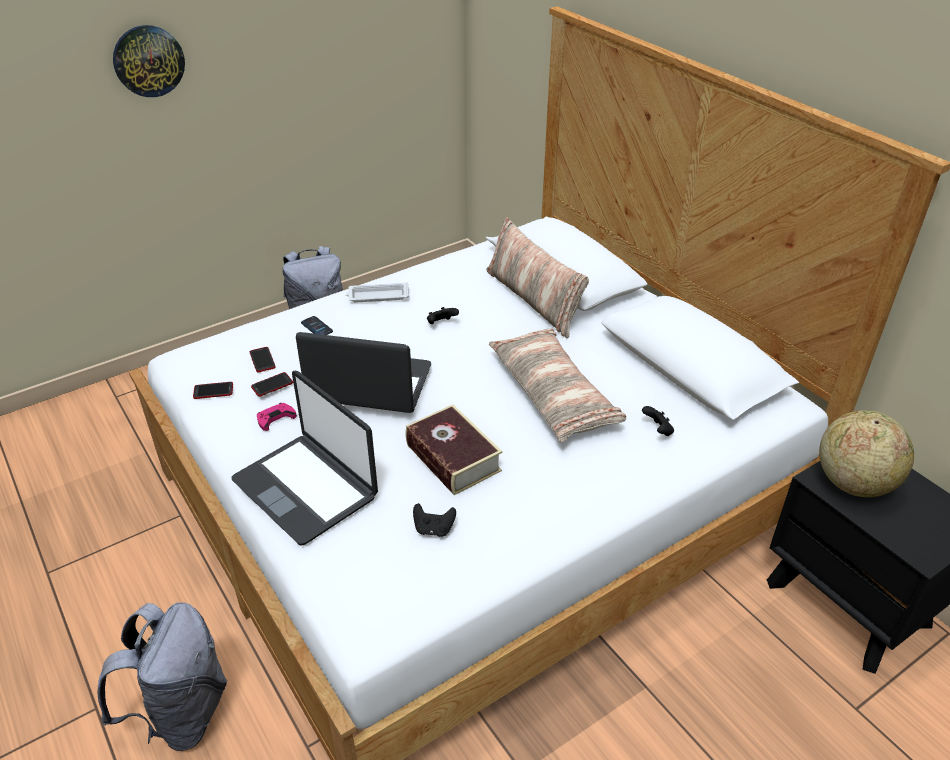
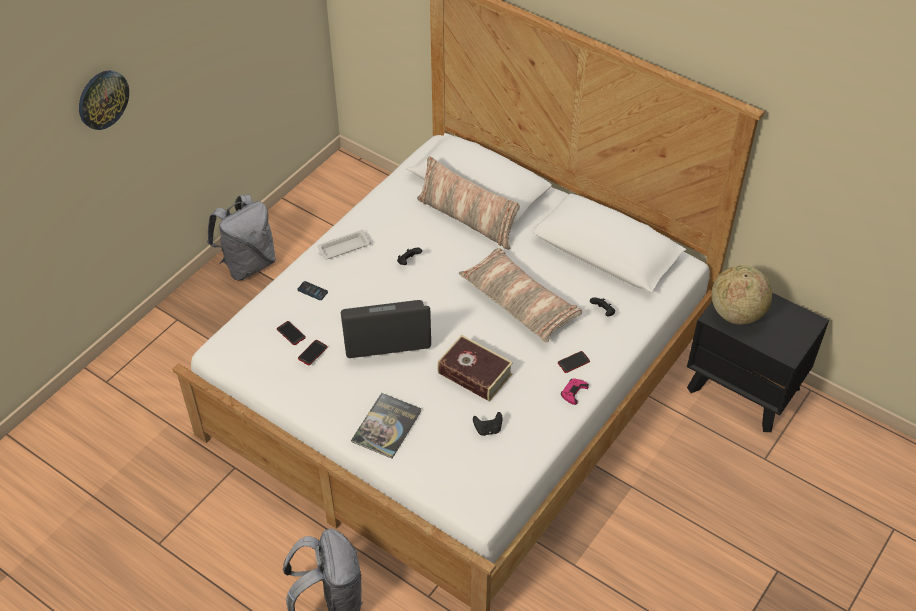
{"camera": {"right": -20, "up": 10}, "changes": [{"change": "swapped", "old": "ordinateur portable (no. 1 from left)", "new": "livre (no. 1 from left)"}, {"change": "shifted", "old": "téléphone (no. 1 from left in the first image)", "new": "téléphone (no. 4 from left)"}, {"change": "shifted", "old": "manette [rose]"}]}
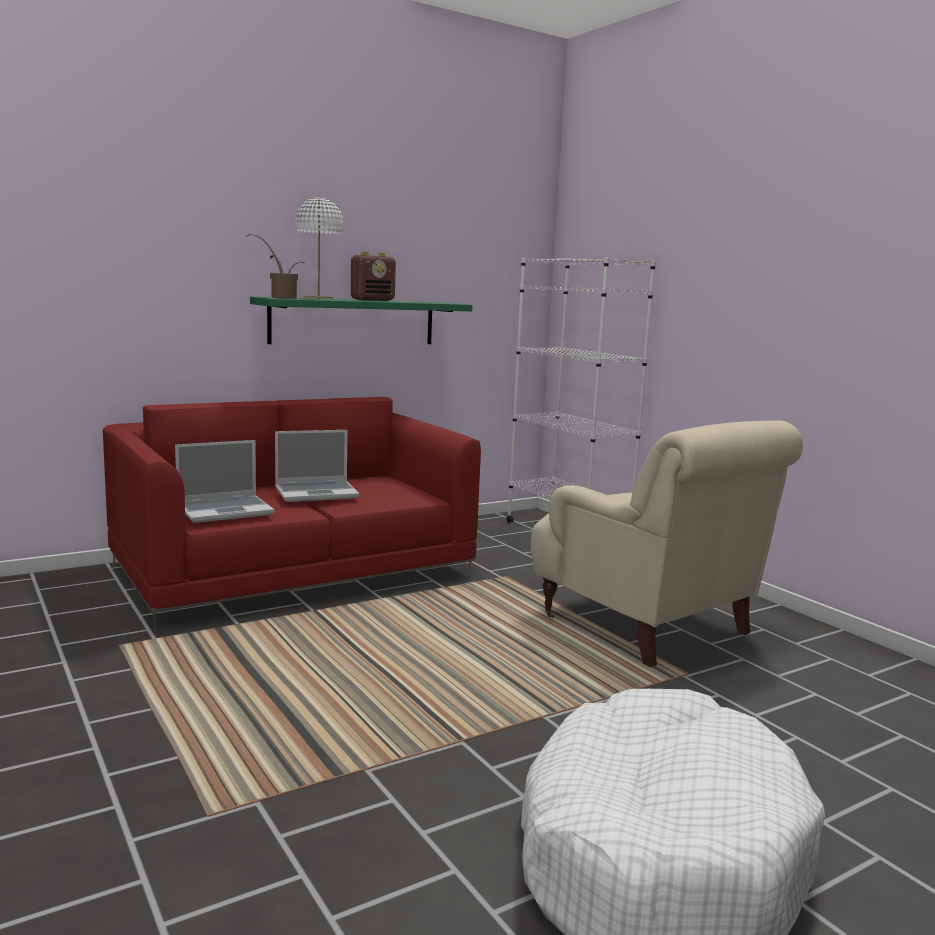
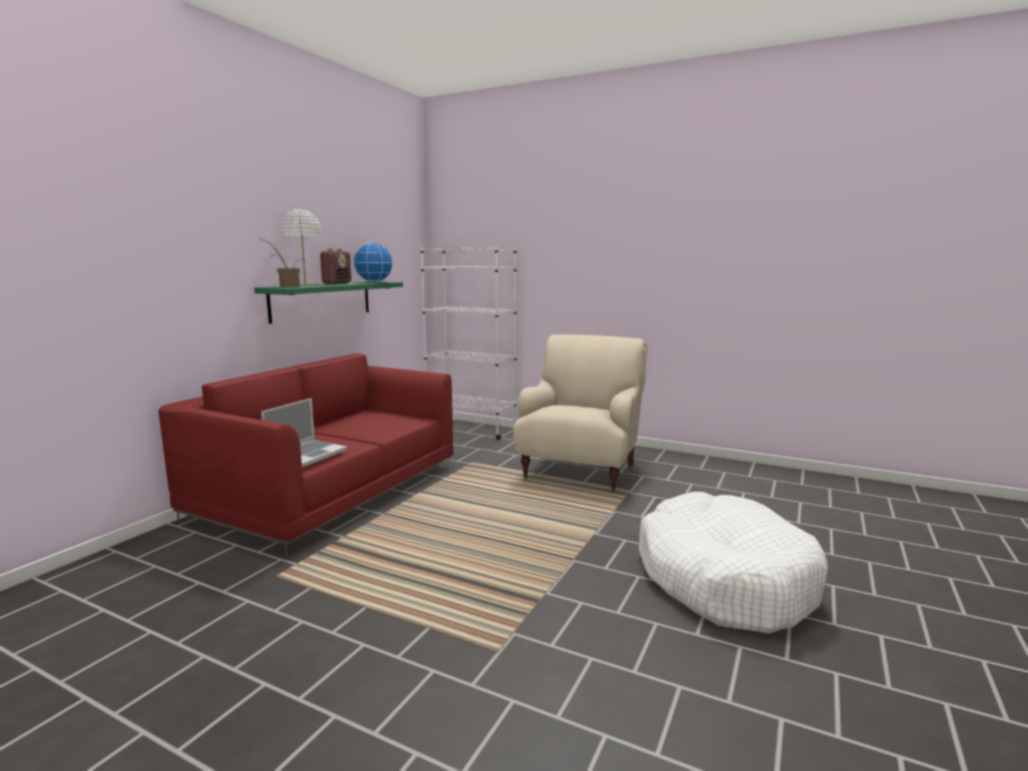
{"camera": {"right": -30, "up": 0}, "changes": [{"change": "rotated", "old": "fauteuil [beige]", "degrees": -90}, {"change": "gone", "old": "ordinateur portable (no. 2 from left)"}, {"change": "new", "new": "globe"}]}
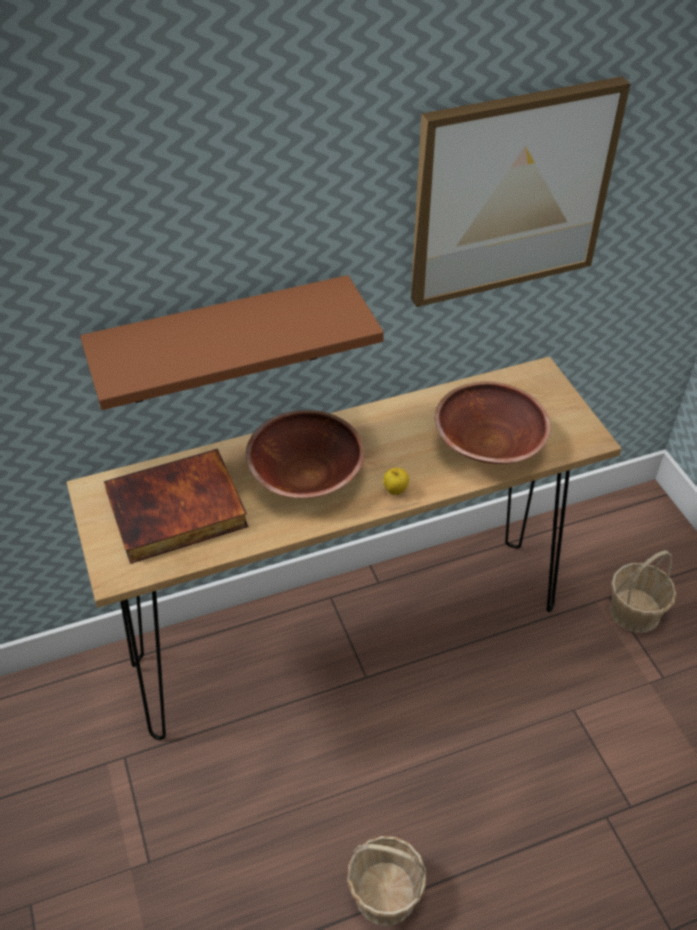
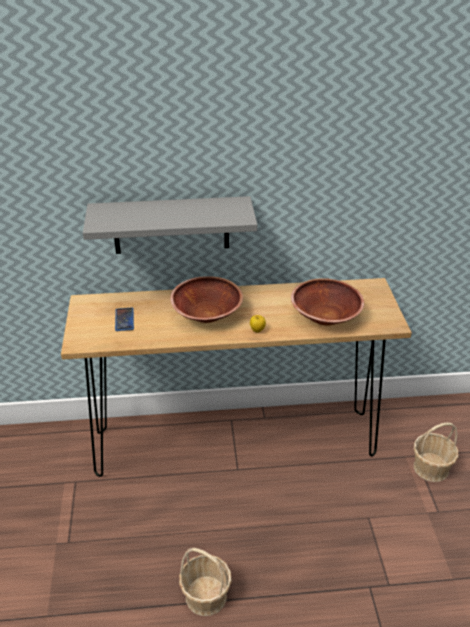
{"camera": {"right": 15, "up": -10}, "changes": [{"change": "gone", "old": "tableau"}, {"change": "repainted", "old": "étagère [marron]", "new": "étagère [gris]"}, {"change": "swapped", "old": "livre", "new": "téléphone"}]}
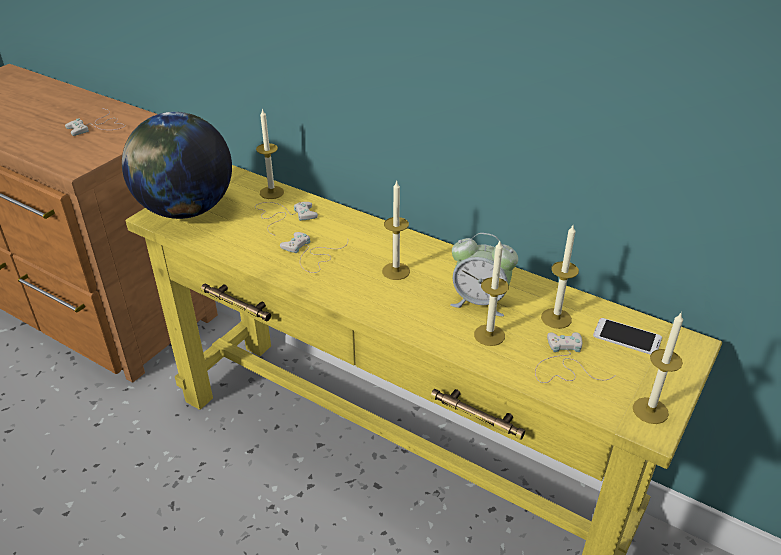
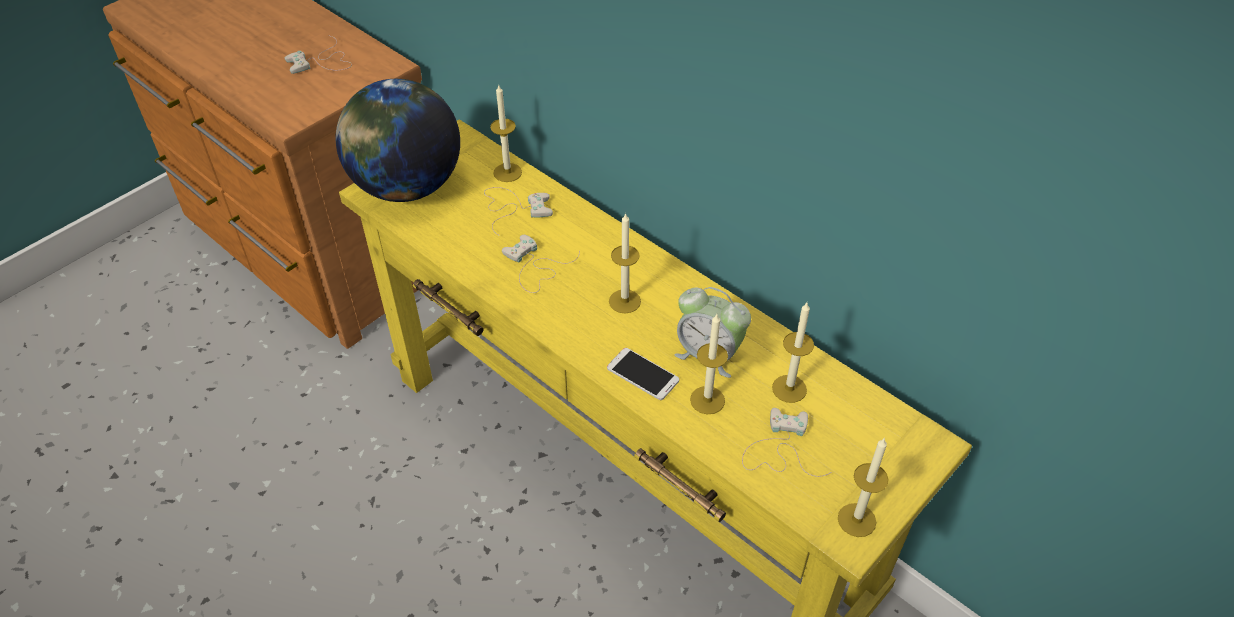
{"camera": {"right": 10, "up": 10}, "changes": [{"change": "shifted", "old": "téléphone"}]}
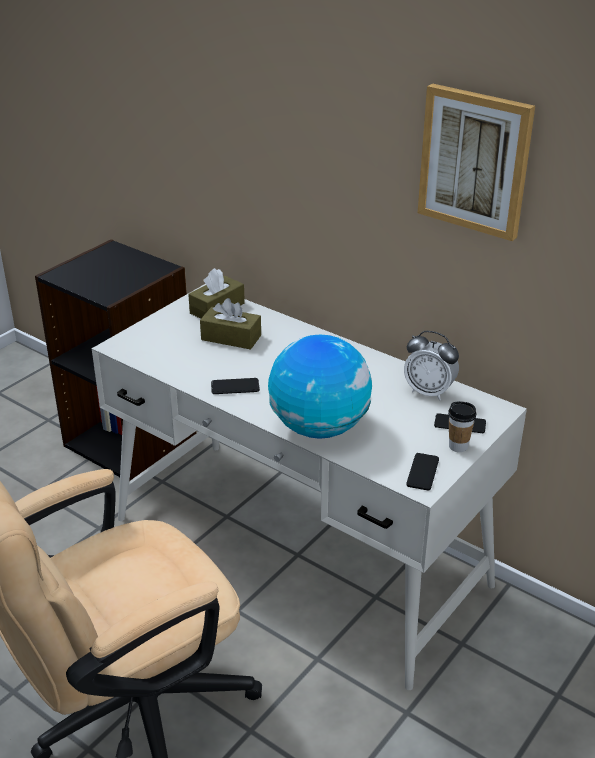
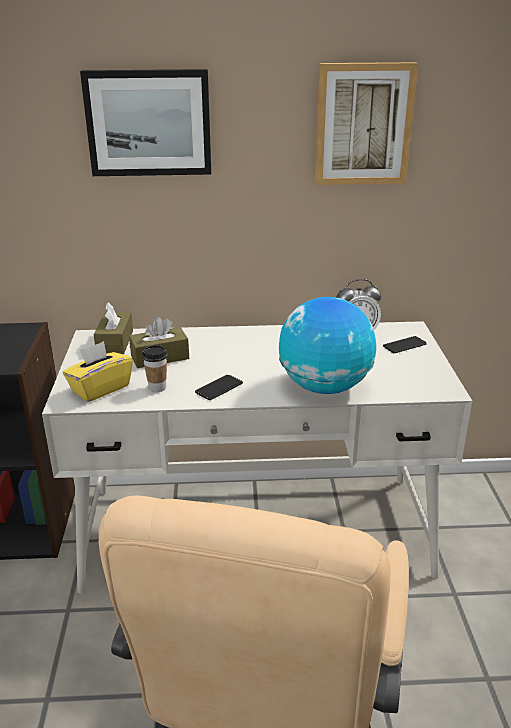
{"camera": {"right": -40, "up": -5}, "changes": [{"change": "shifted", "old": "tasse"}, {"change": "gone", "old": "téléphone (no. 2 from left)"}, {"change": "new", "new": "tableau (no. 1 from left)"}, {"change": "new", "new": "boîte à mouchoirs [jaune]"}]}
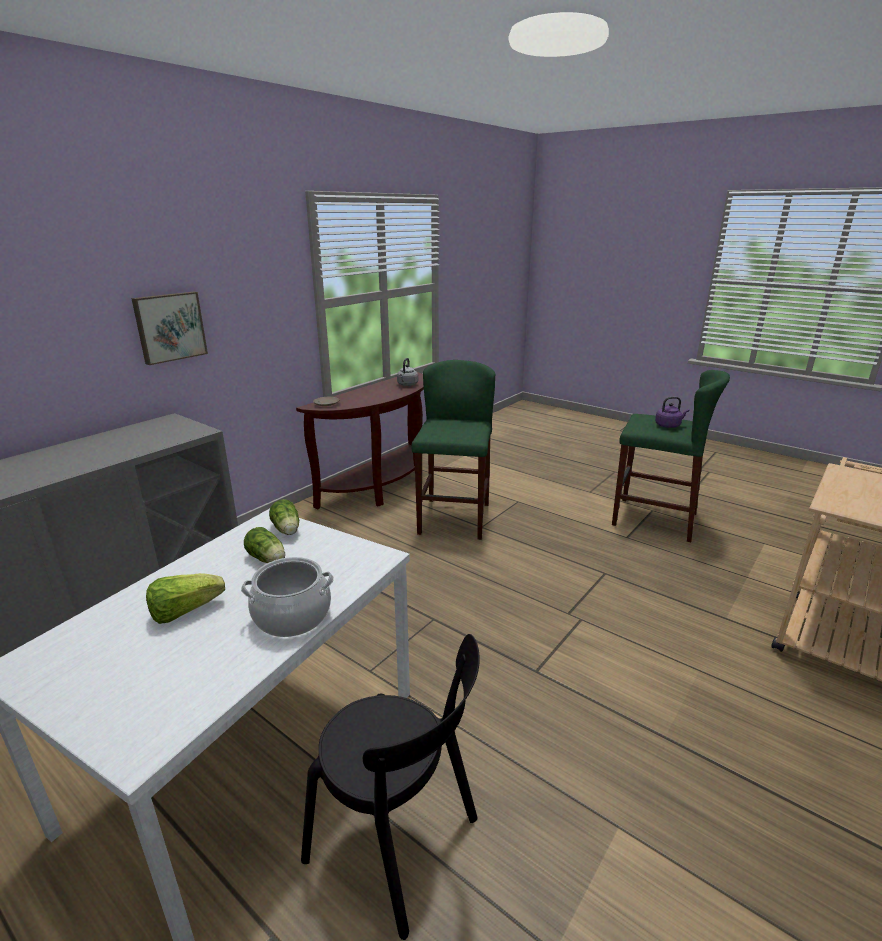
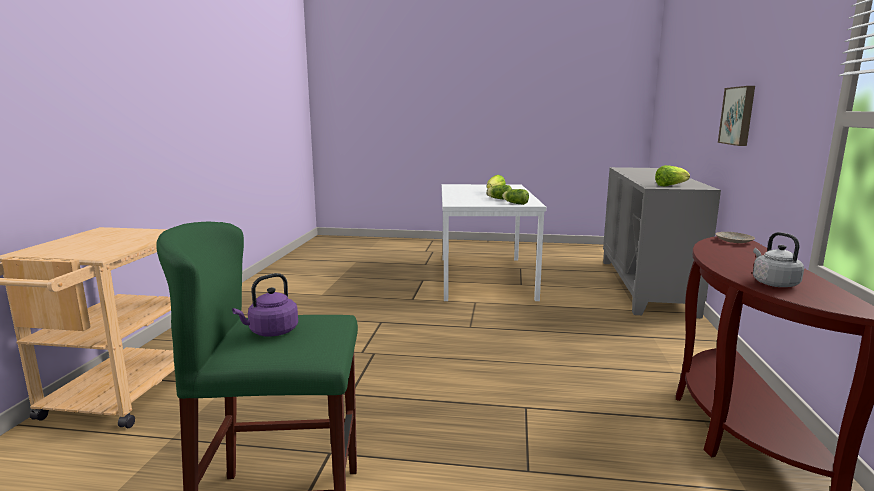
{"camera": {"right": 150, "up": -10}, "changes": [{"change": "gone", "old": "tabouret [vert] (no. 1 from left)"}, {"change": "gone", "old": "marmite"}, {"change": "gone", "old": "chaise [noir]"}, {"change": "new", "new": "laitue (no. 4 from left)"}]}
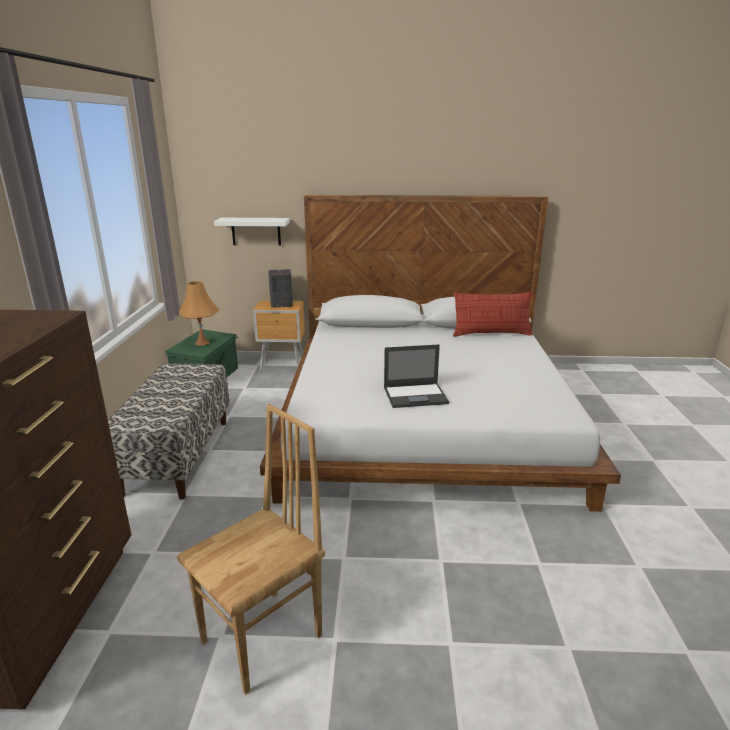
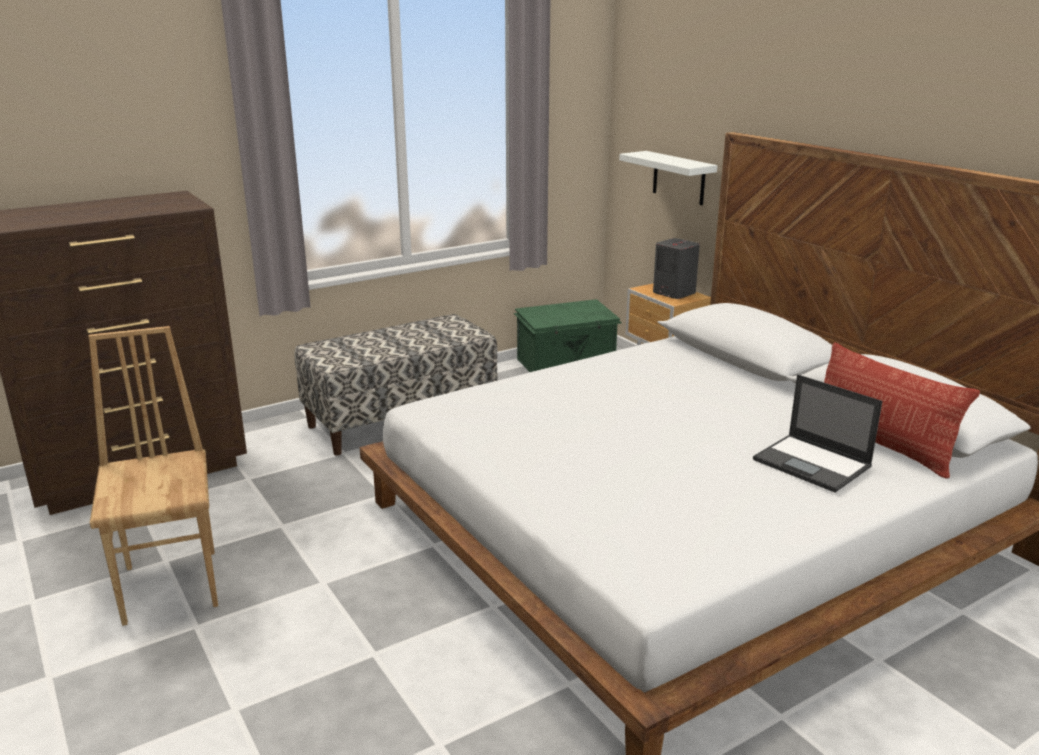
{"camera": {"right": 55, "up": 0}, "changes": [{"change": "gone", "old": "lampe de table [orange]"}, {"change": "shifted", "old": "ordinateur portable"}, {"change": "rotated", "old": "chaise [marron]", "degrees": -120}]}
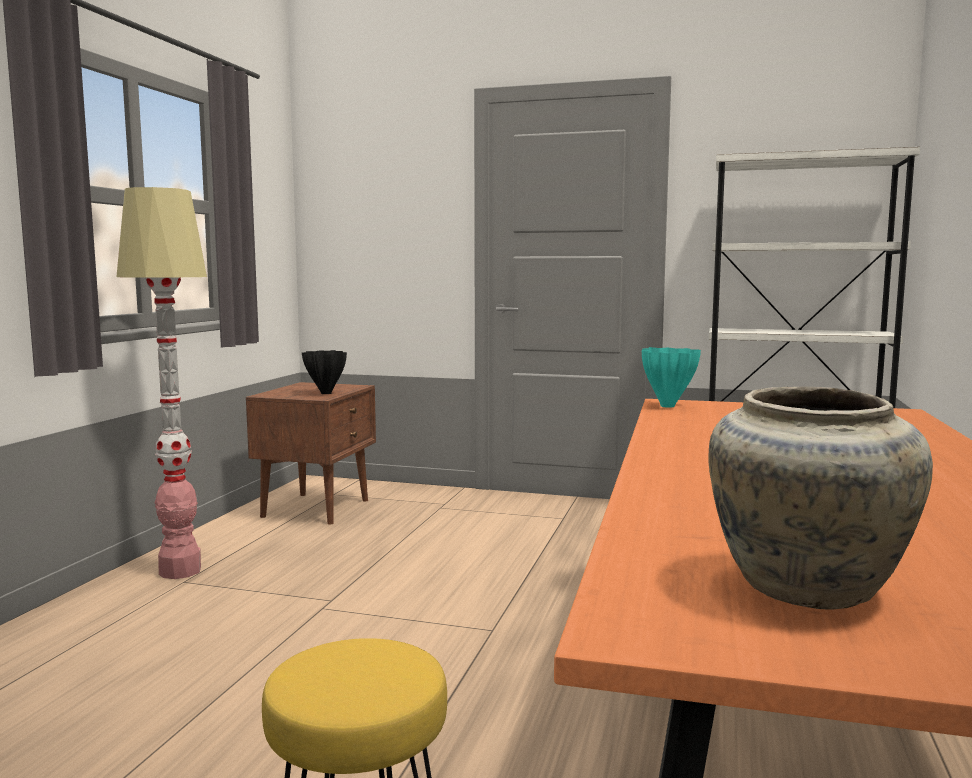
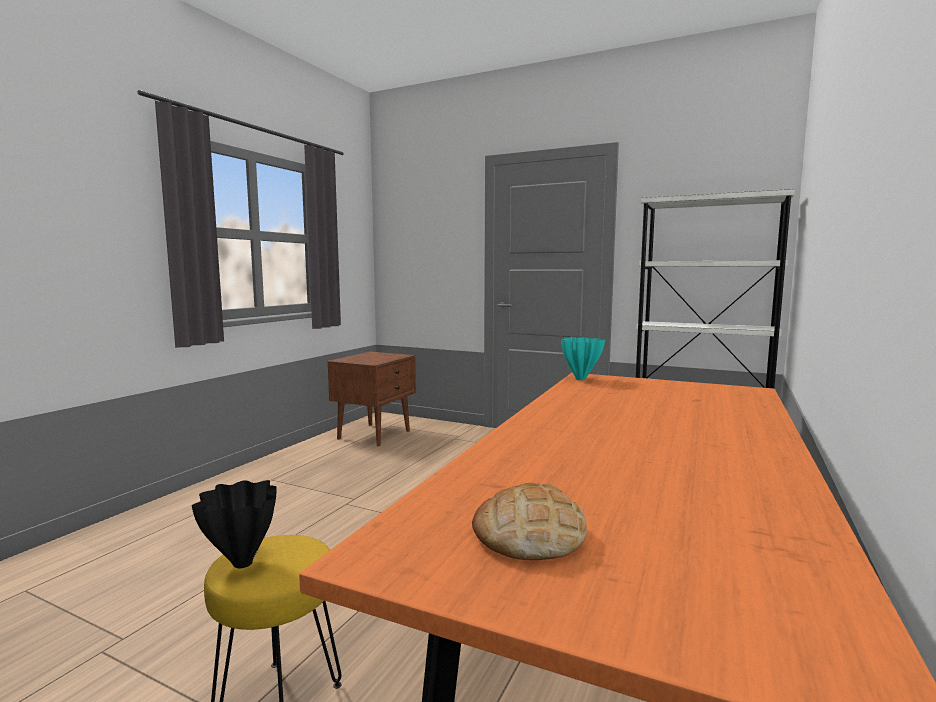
{"camera": {"right": 10, "up": 0}, "changes": [{"change": "gone", "old": "lampadaire"}, {"change": "shifted", "old": "vase [noir]"}, {"change": "swapped", "old": "vase [beige]", "new": "pain"}]}
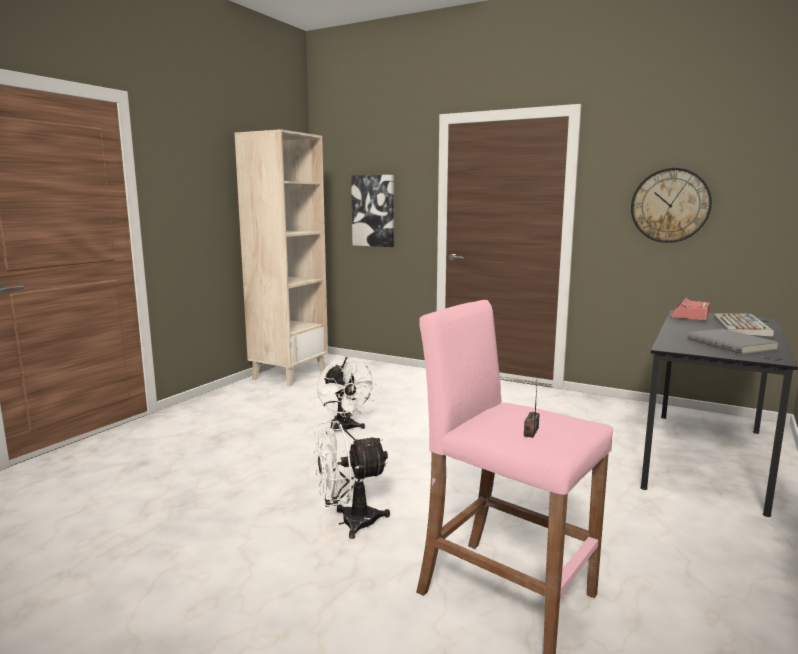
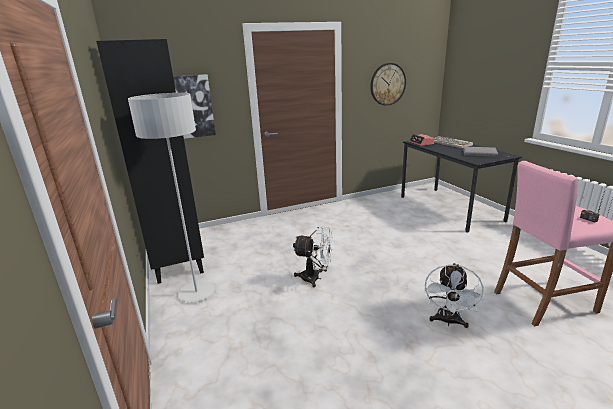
{"camera": {"right": -50, "up": 10}, "changes": [{"change": "repainted", "old": "bibliothèque [beige]", "new": "bibliothèque [noir]"}, {"change": "new", "new": "lampadaire [gris]"}]}
